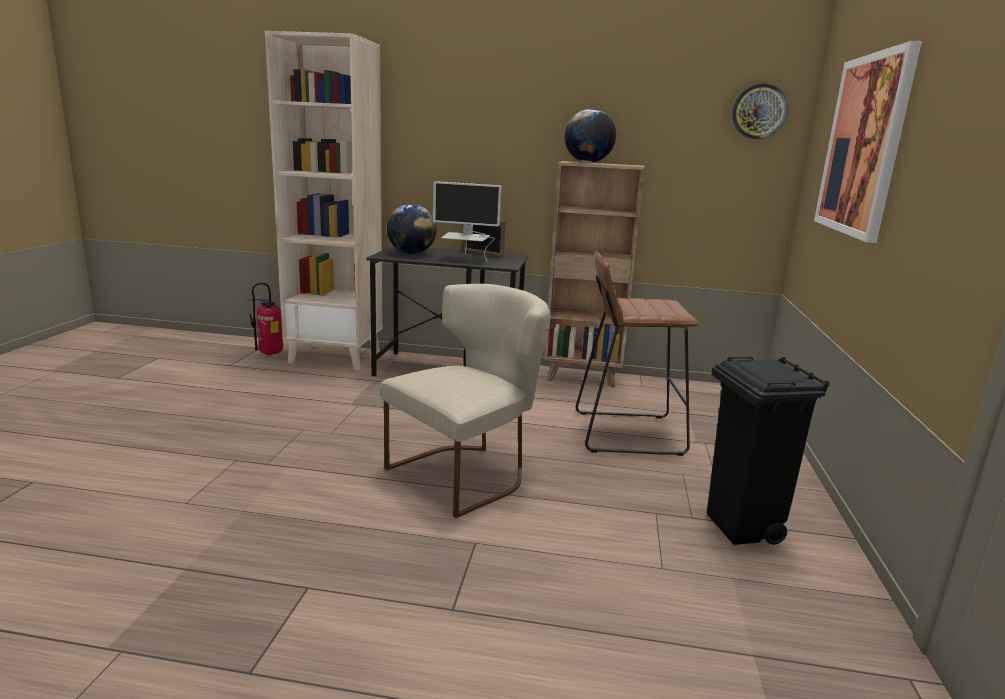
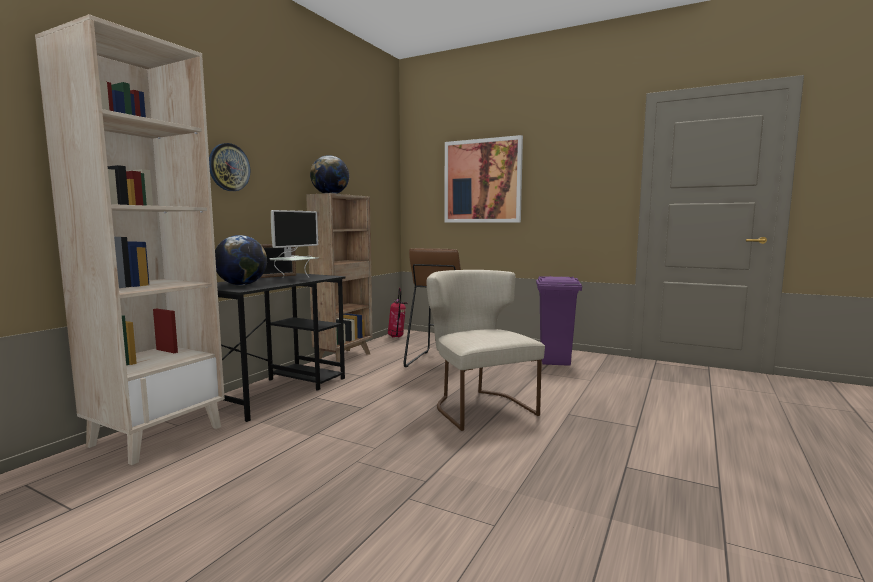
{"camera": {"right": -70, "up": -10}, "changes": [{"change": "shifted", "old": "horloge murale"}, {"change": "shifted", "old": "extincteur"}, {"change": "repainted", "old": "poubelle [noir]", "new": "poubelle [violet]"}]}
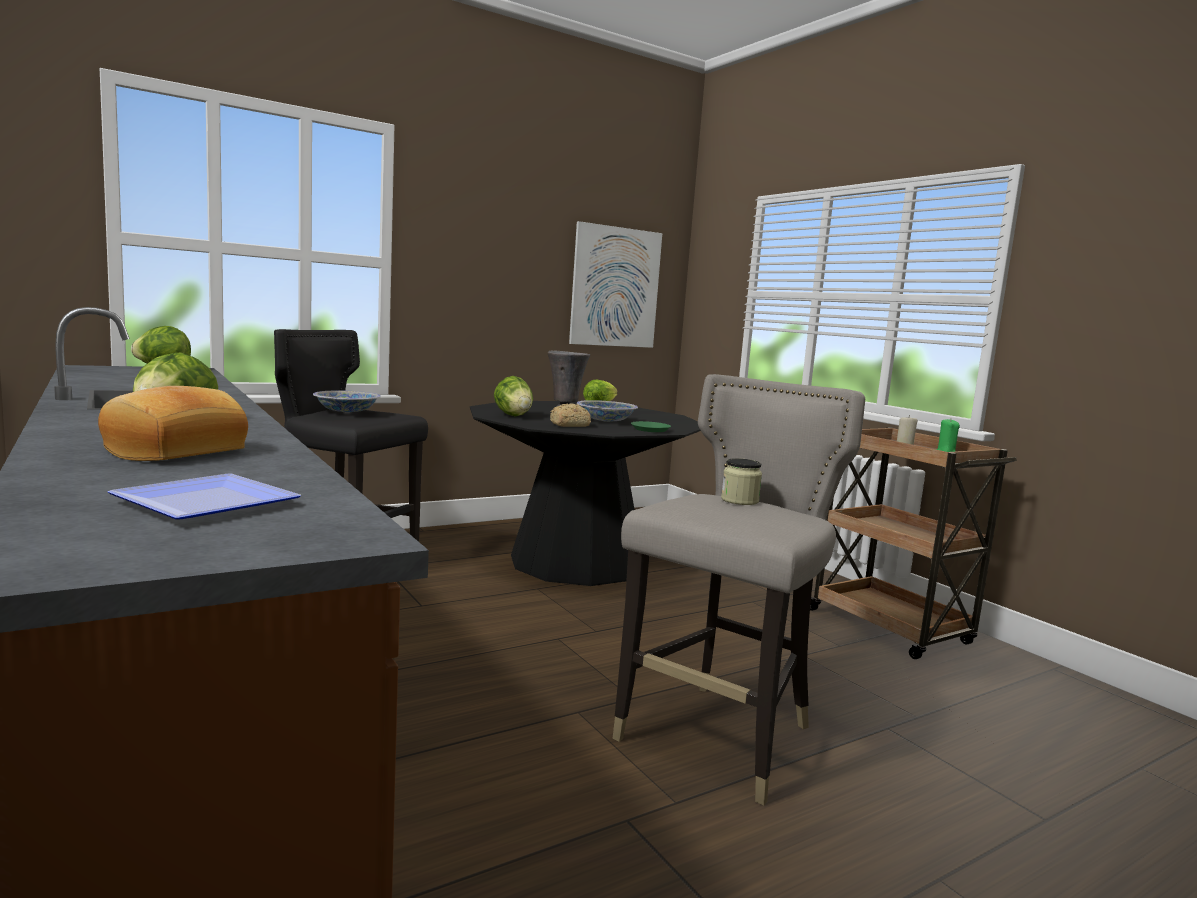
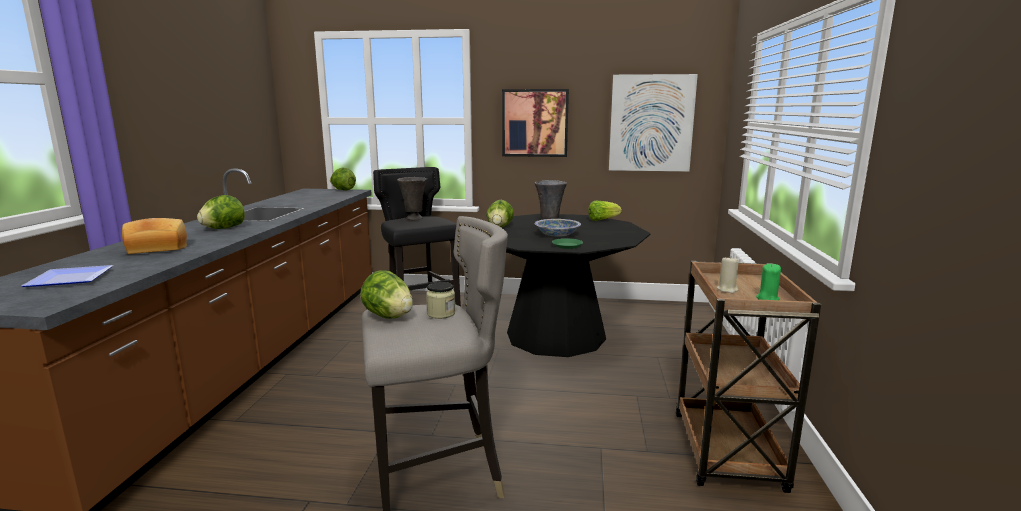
{"camera": {"right": 40, "up": 5}, "changes": [{"change": "swapped", "old": "bol (no. 1 from left)", "new": "vase [gris] (no. 1 from left)"}, {"change": "gone", "old": "pain (no. 2 from left)"}, {"change": "new", "new": "tableau (no. 1 from left)"}, {"change": "new", "new": "laitue (no. 3 from left)"}]}
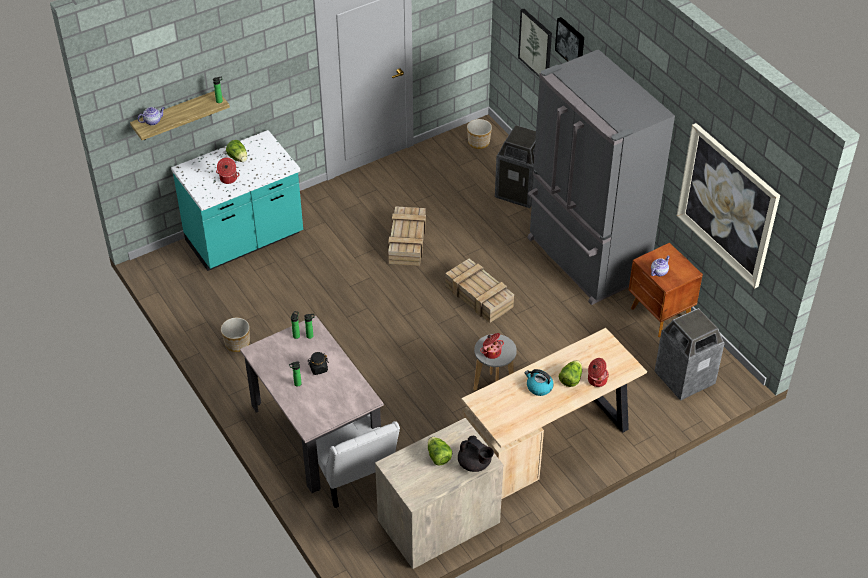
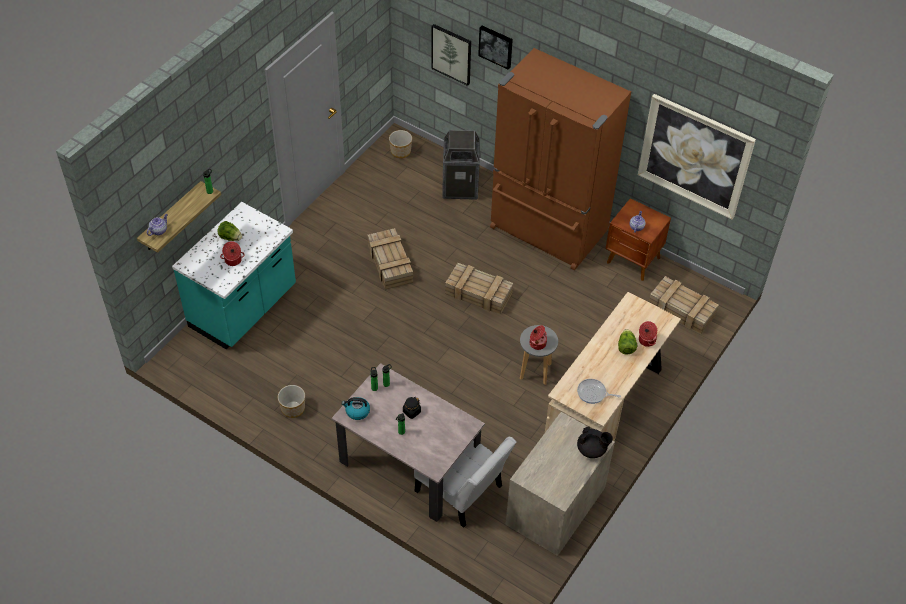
{"camera": {"right": -25, "up": 5}, "changes": [{"change": "repainted", "old": "réfrigérateur [gris]", "new": "réfrigérateur [marron]"}, {"change": "swapped", "old": "poubelle (no. 2 from left)", "new": "caisse (no. 3 from left)"}, {"change": "shifted", "old": "bouilloire"}, {"change": "gone", "old": "laitue (no. 2 from left)"}, {"change": "new", "new": "poêle"}]}
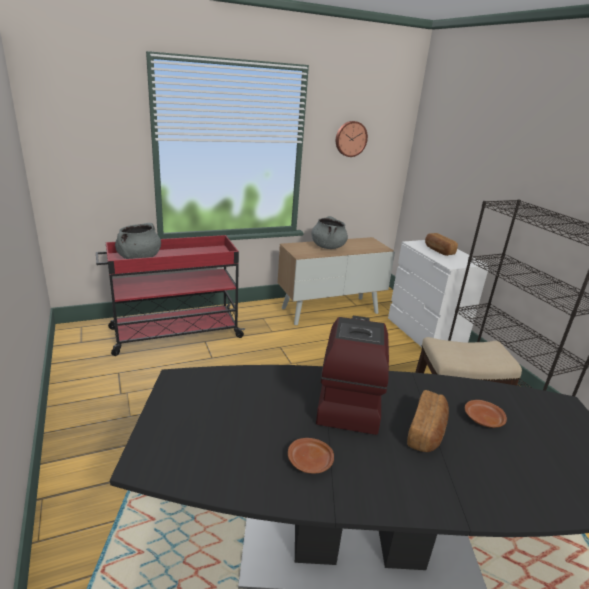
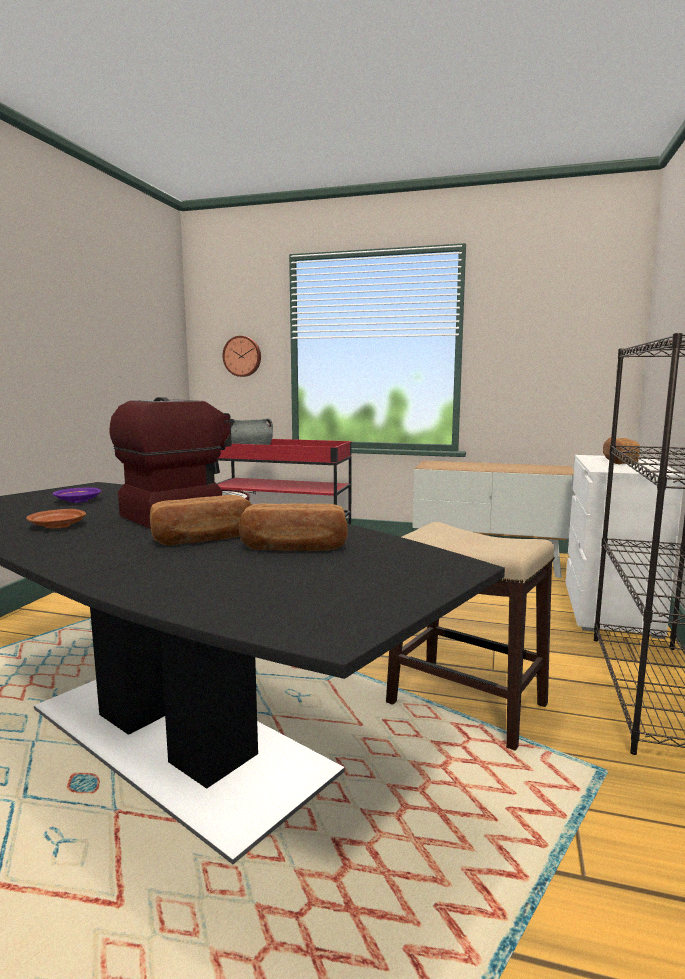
{"camera": {"right": 40, "up": -15}, "changes": [{"change": "shifted", "old": "horloge murale"}, {"change": "gone", "old": "marmite [gris] (no. 2 from left)"}, {"change": "swapped", "old": "assiette [marron] (no. 2 from left)", "new": "pain (no. 2 from left)"}, {"change": "new", "new": "assiette [violet]"}]}
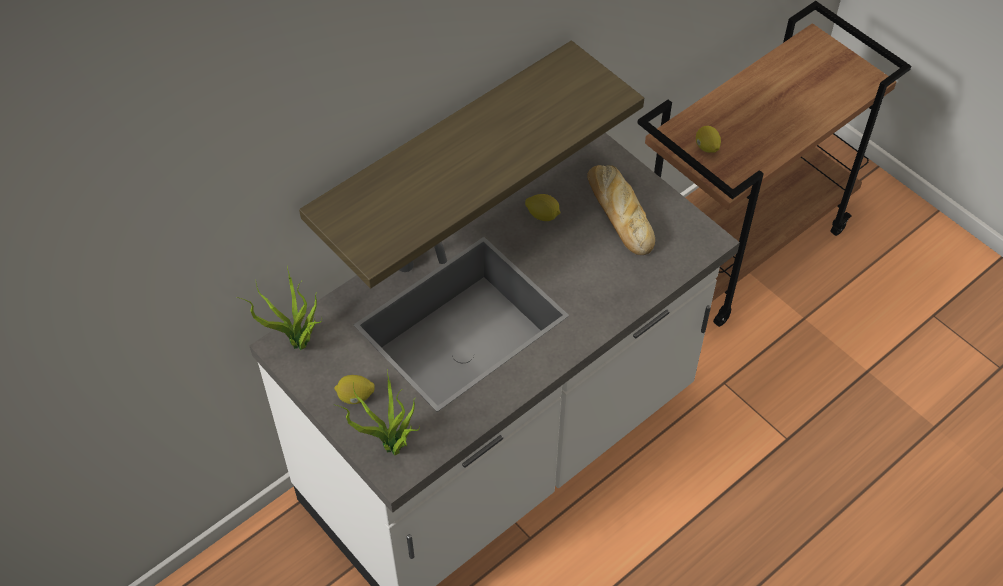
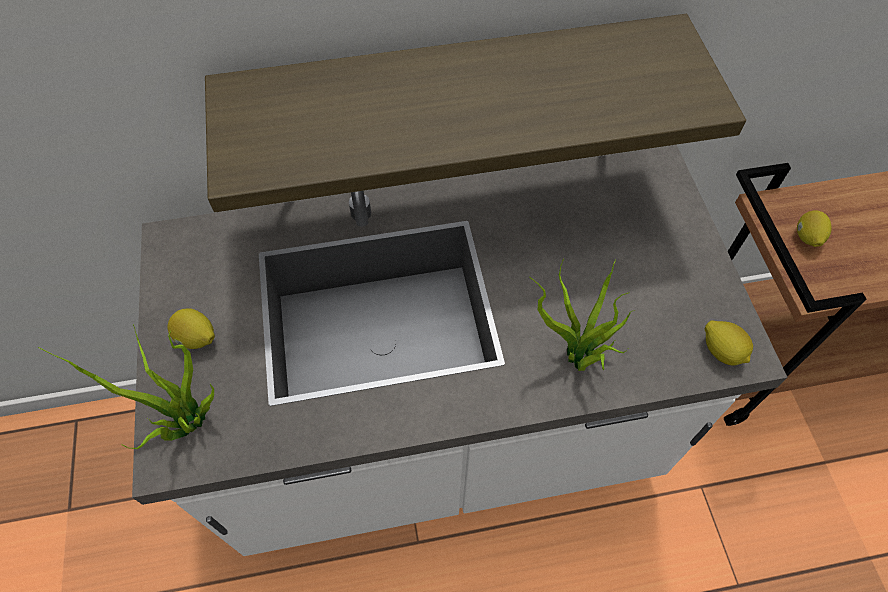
{"camera": {"right": 30, "up": 5}, "changes": [{"change": "gone", "old": "pain"}, {"change": "shifted", "old": "citron (no. 2 from left)"}, {"change": "shifted", "old": "plante en pot (no. 1 from left in the first image)", "new": "plante en pot (no. 2 from left)"}]}
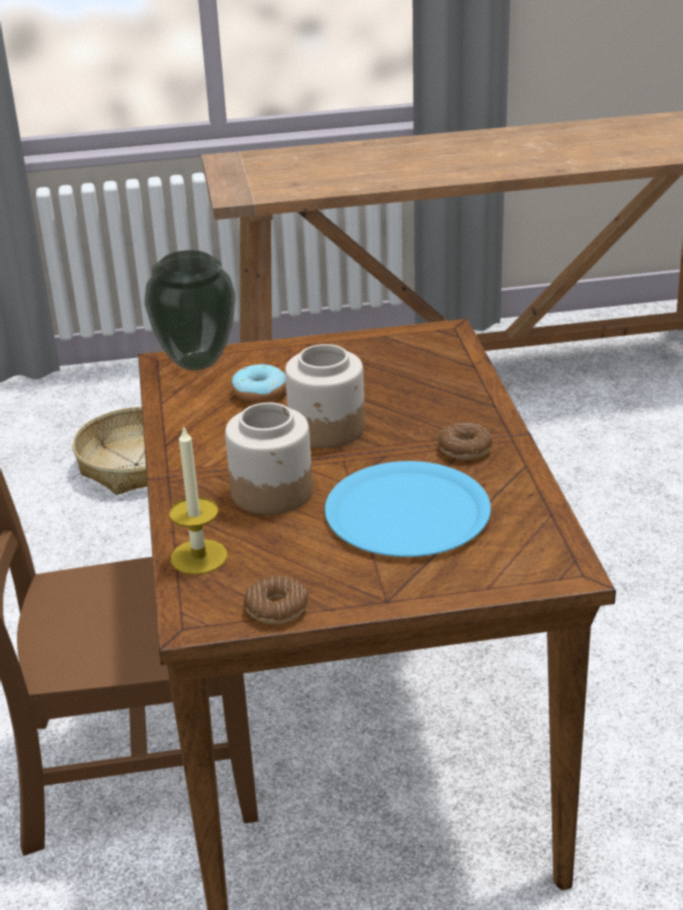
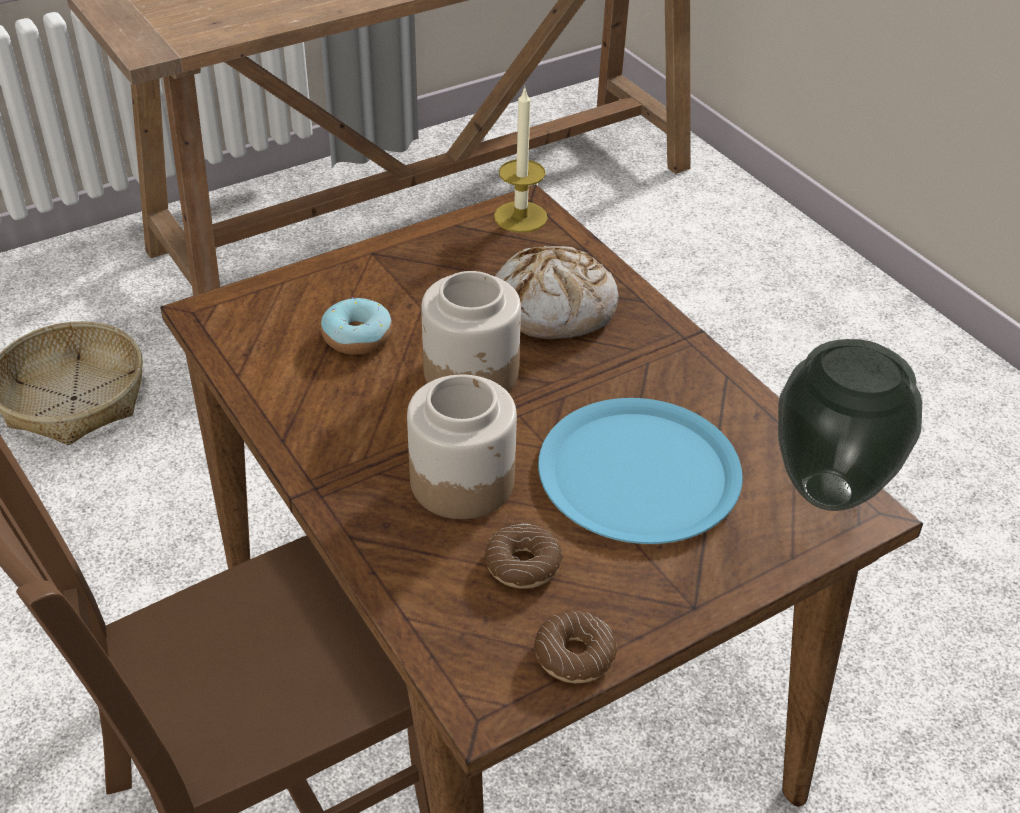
{"camera": {"right": -25, "up": 10}, "changes": [{"change": "shifted", "old": "vase"}, {"change": "shifted", "old": "beignet (no. 3 from left in the first image)", "new": "beignet (no. 2 from left)"}, {"change": "shifted", "old": "bougie"}, {"change": "new", "new": "pain"}]}
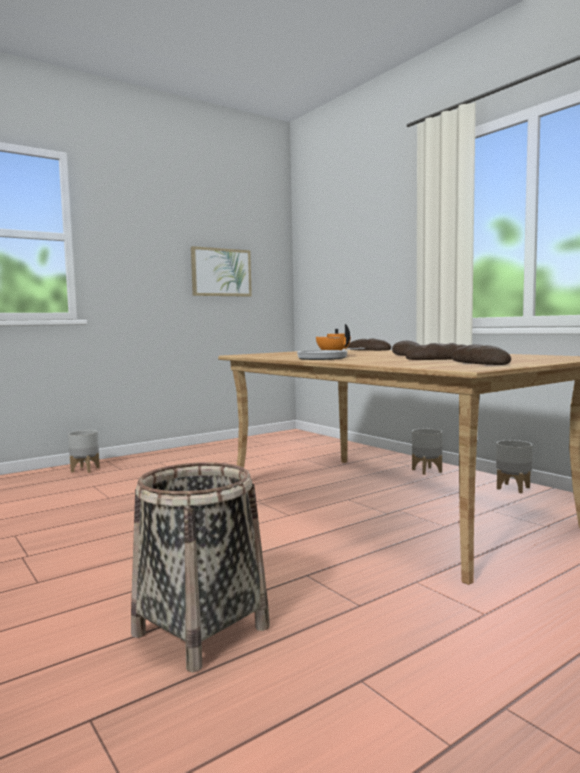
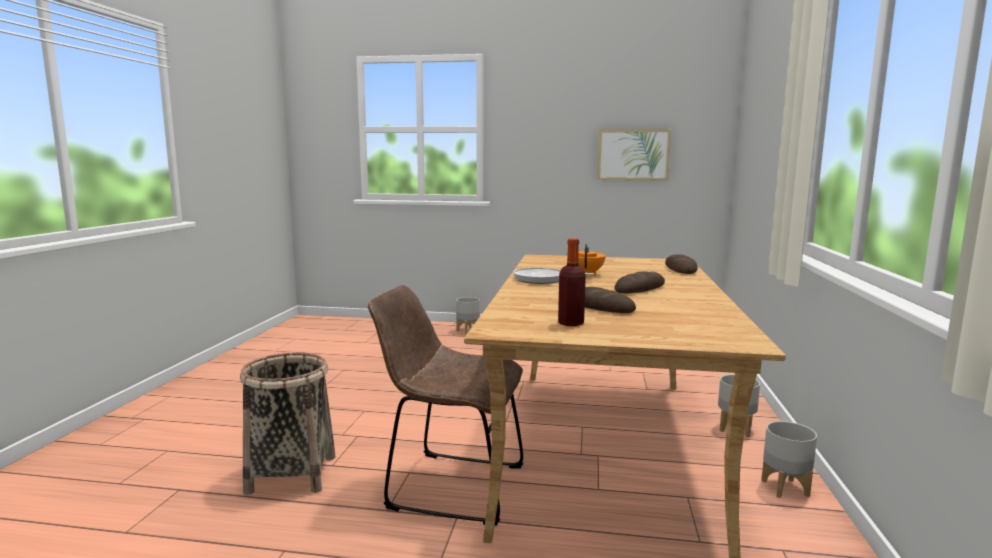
{"camera": {"right": 45, "up": 5}, "changes": [{"change": "swapped", "old": "pain (no. 4 from left)", "new": "bouteille"}, {"change": "new", "new": "chaise [marron]"}]}
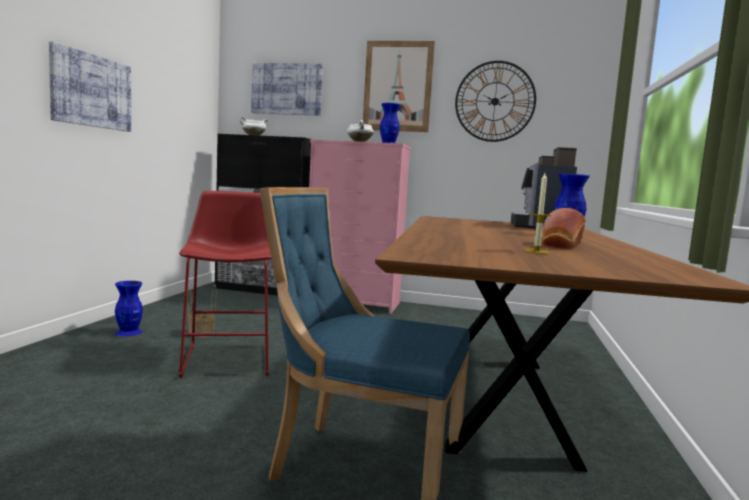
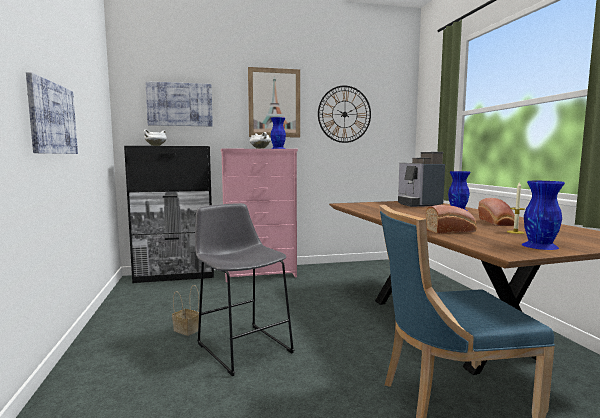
{"camera": {"right": -25, "up": 0}, "changes": [{"change": "repainted", "old": "tabouret [rouge]", "new": "tabouret [gris]"}, {"change": "shifted", "old": "vase [bleu] (no. 1 from left in the first image)", "new": "vase [bleu] (no. 3 from left)"}, {"change": "new", "new": "pain (no. 1 from left)"}]}
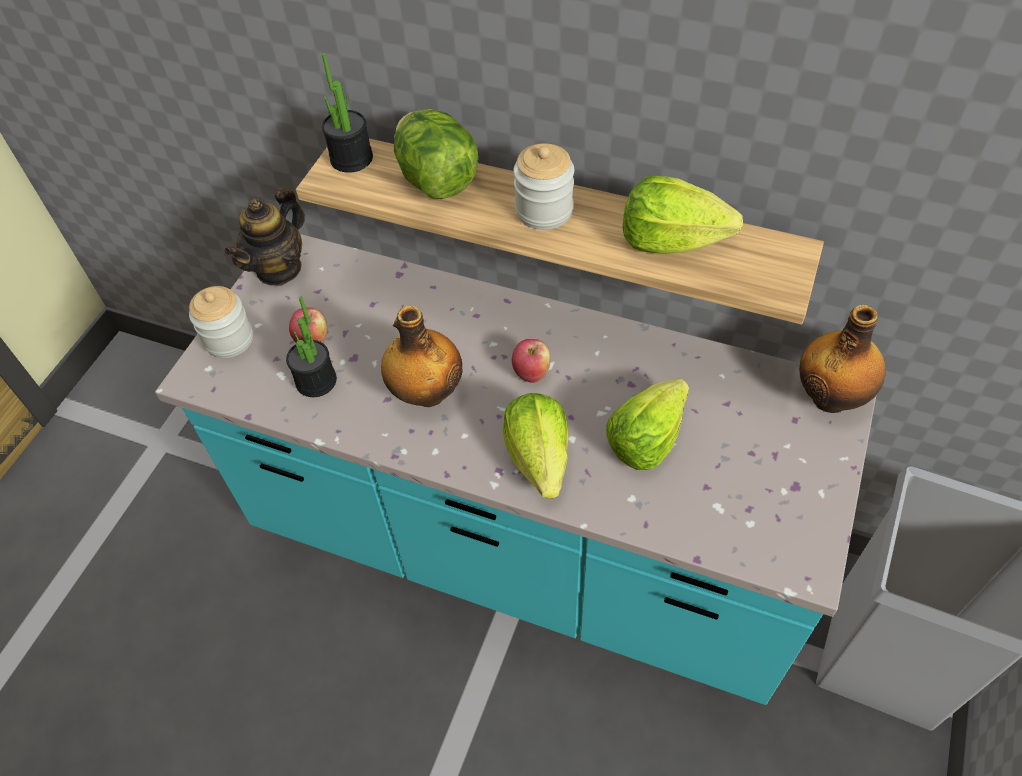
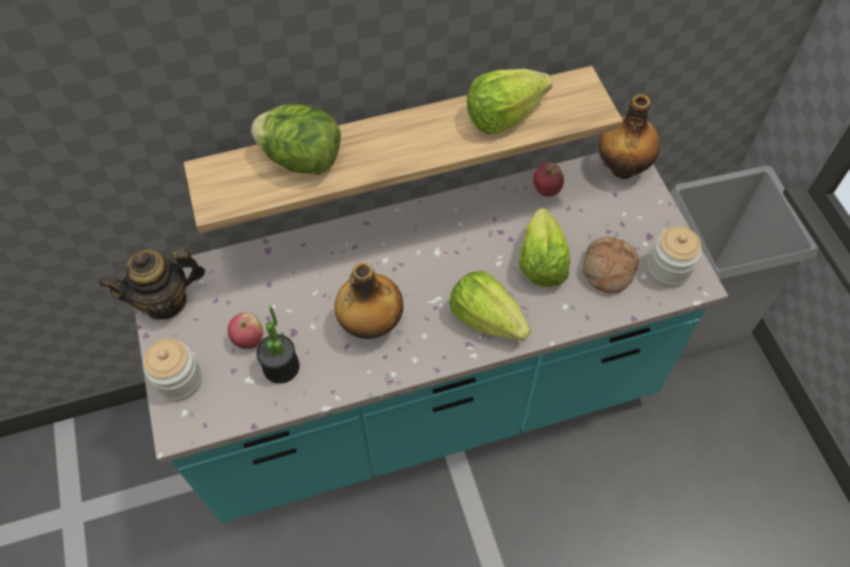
{"camera": {"right": -40, "up": 5}, "changes": [{"change": "gone", "old": "plante en pot (no. 2 from left)"}, {"change": "shifted", "old": "bocal (no. 2 from left)"}, {"change": "rotated", "old": "théière", "degrees": 75}, {"change": "shifted", "old": "pomme (no. 2 from left)"}, {"change": "new", "new": "pain"}]}
